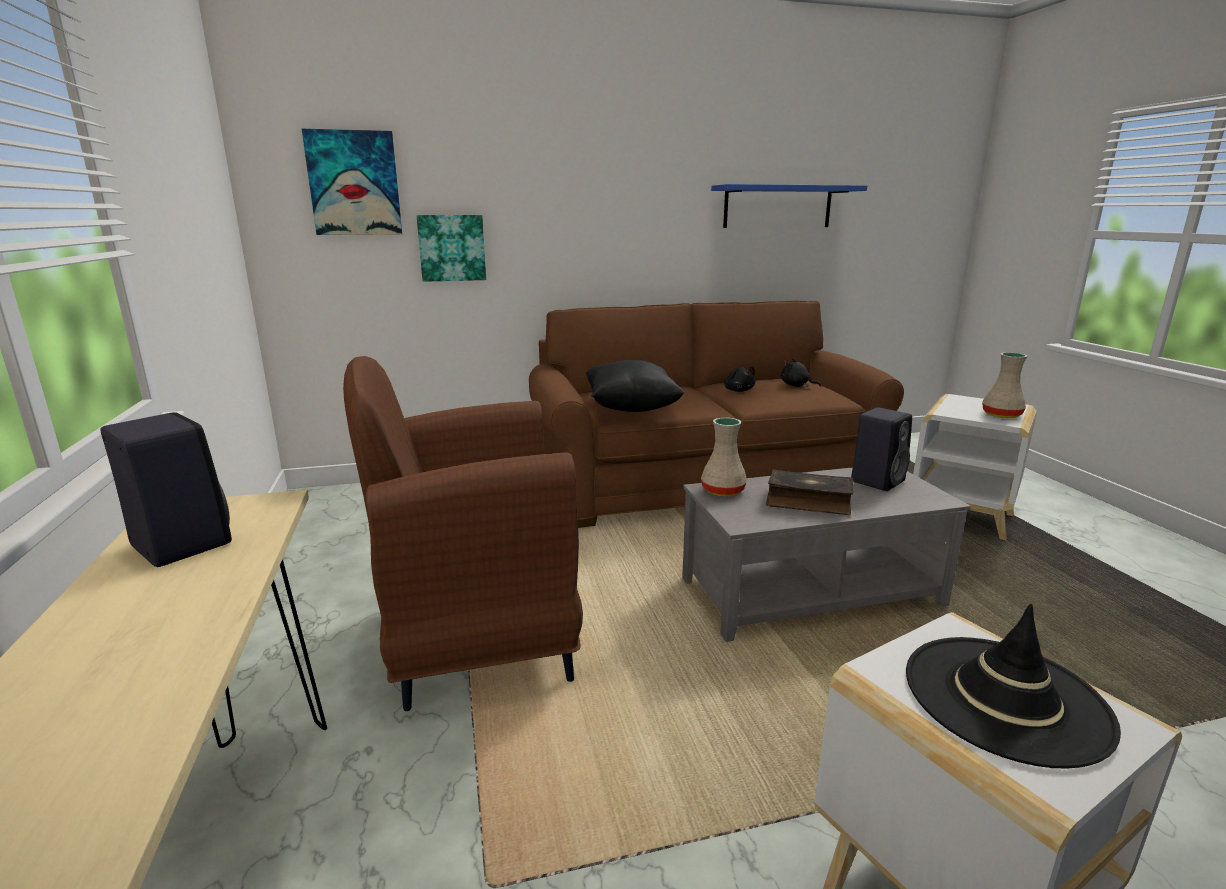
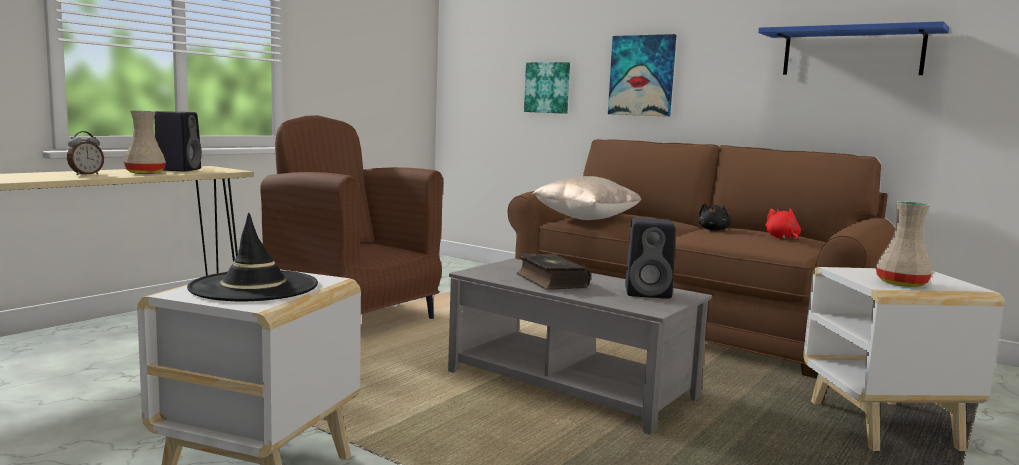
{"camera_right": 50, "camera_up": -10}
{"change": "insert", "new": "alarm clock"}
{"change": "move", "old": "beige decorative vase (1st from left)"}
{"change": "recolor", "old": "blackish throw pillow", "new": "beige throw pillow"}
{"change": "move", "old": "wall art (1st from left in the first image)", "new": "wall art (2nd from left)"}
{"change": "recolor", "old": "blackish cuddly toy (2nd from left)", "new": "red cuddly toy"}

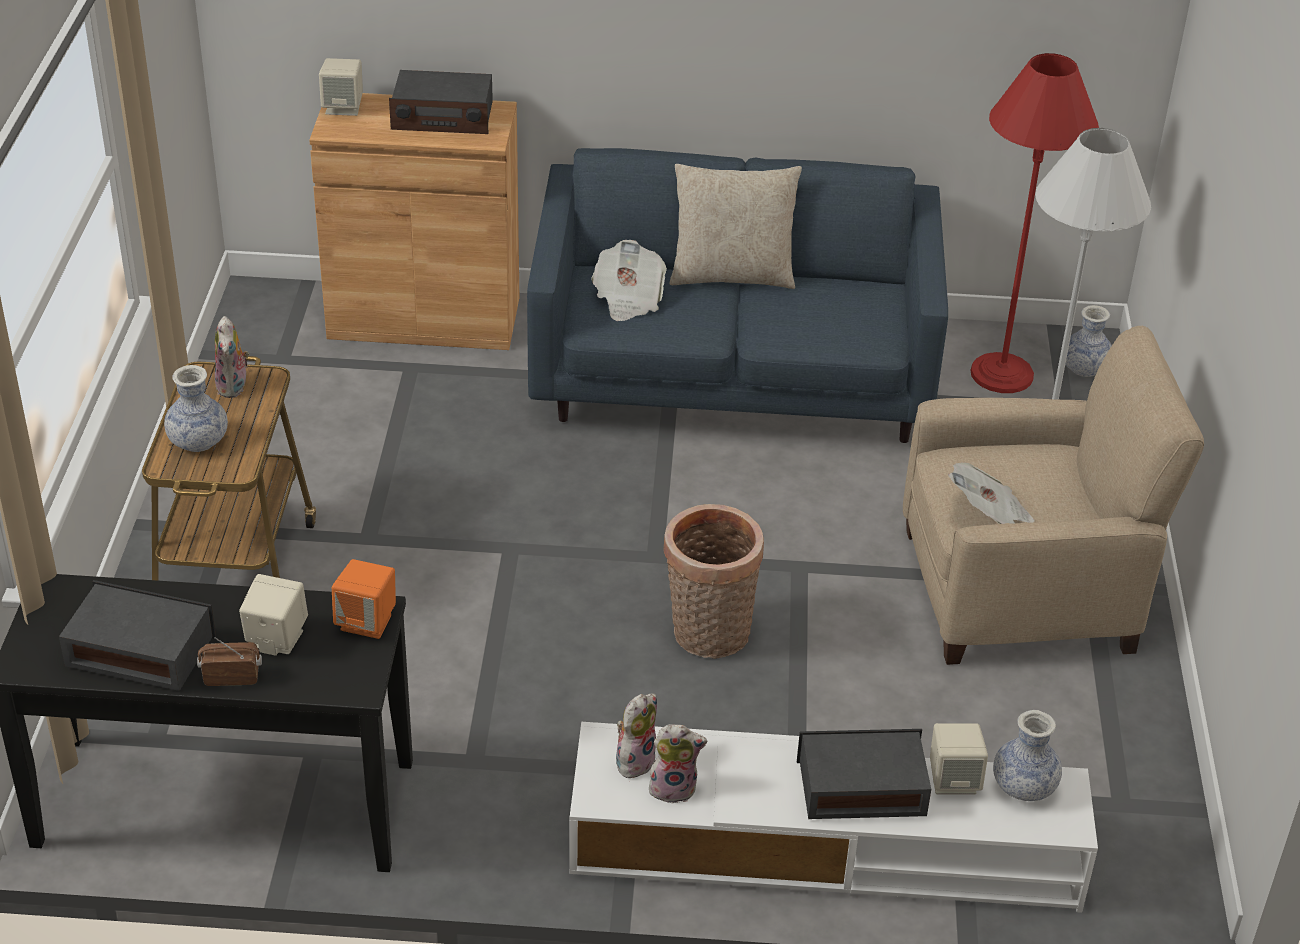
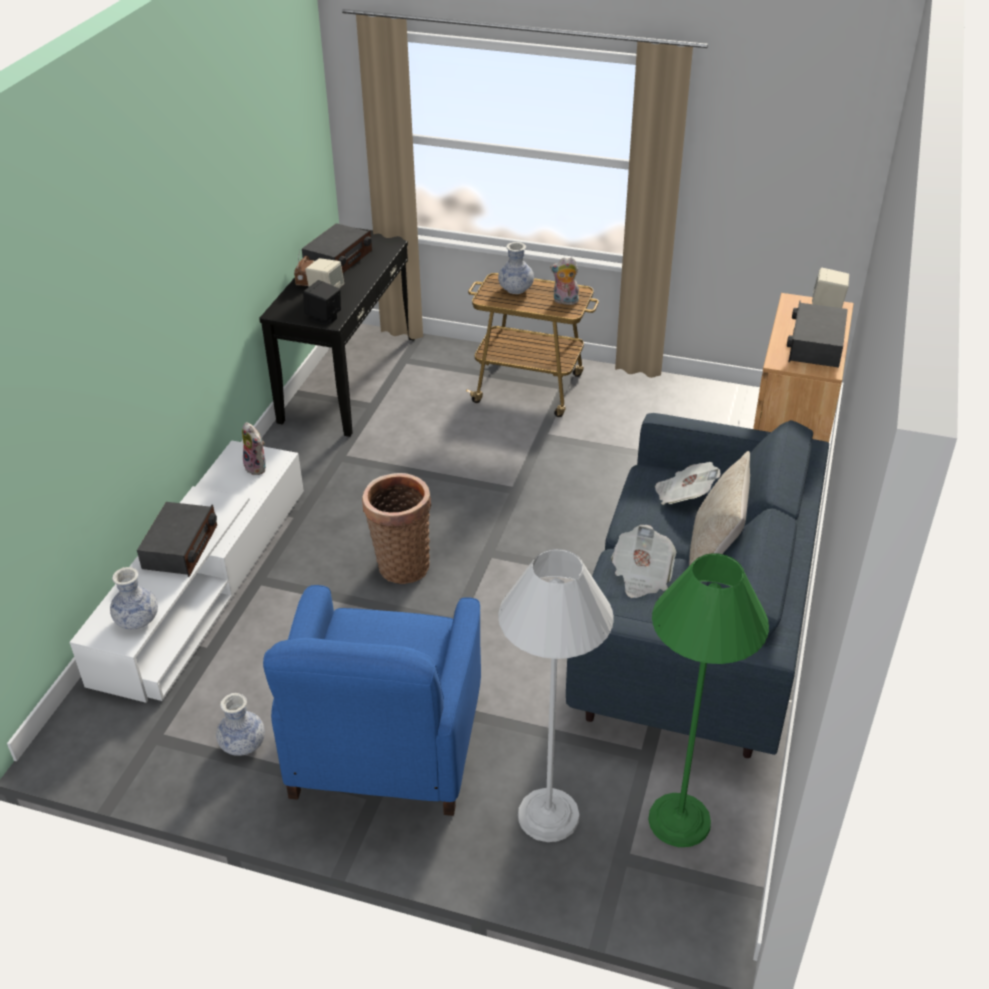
{"camera_right": 105, "camera_up": 0}
{"change": "move", "old": "decorative vase (3rd from left in the first image)", "new": "decorative vase (2nd from left)"}
{"change": "recolor", "old": "beige lounge chair", "new": "bluish lounge chair"}
{"change": "recolor", "old": "orange audio speaker", "new": "blackish audio speaker"}
{"change": "move", "old": "printed paper (2nd from left in the first image)", "new": "printed paper (1st from left)"}
{"change": "recolor", "old": "red standard lamp", "new": "green standard lamp"}
{"change": "delete", "old": "cuddly toy (3rd from left)"}
{"change": "delete", "old": "beige audio speaker (3rd from left)"}

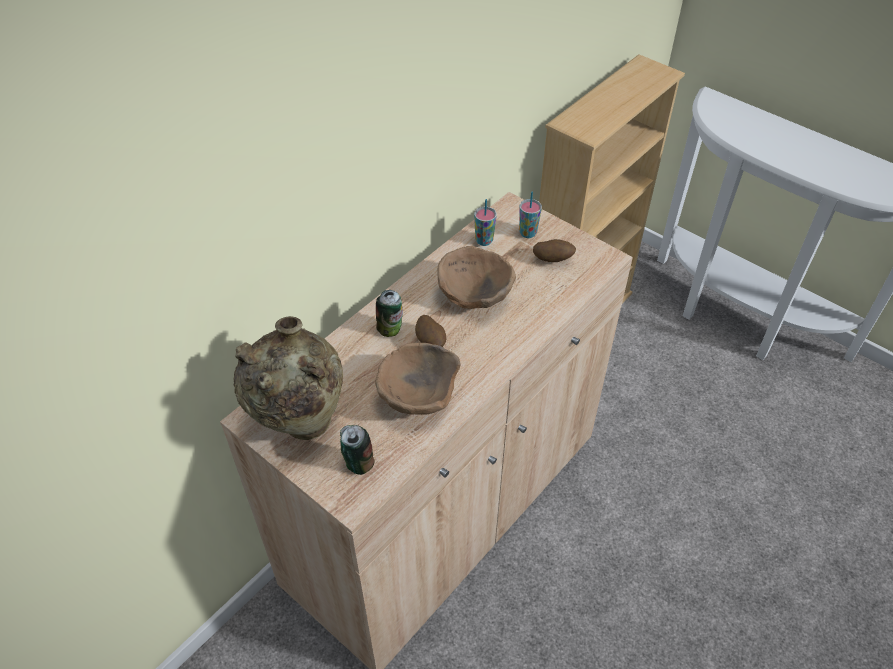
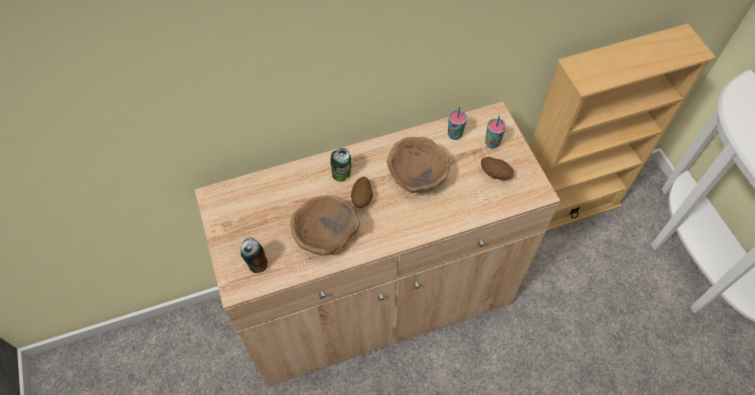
{"camera_right": 30, "camera_up": 10}
{"change": "delete", "old": "beige decorative vase"}

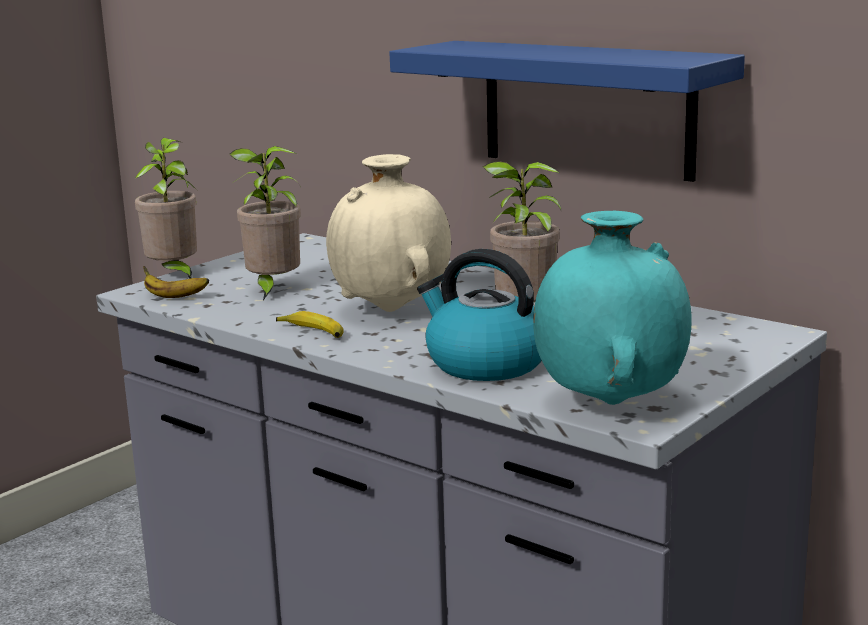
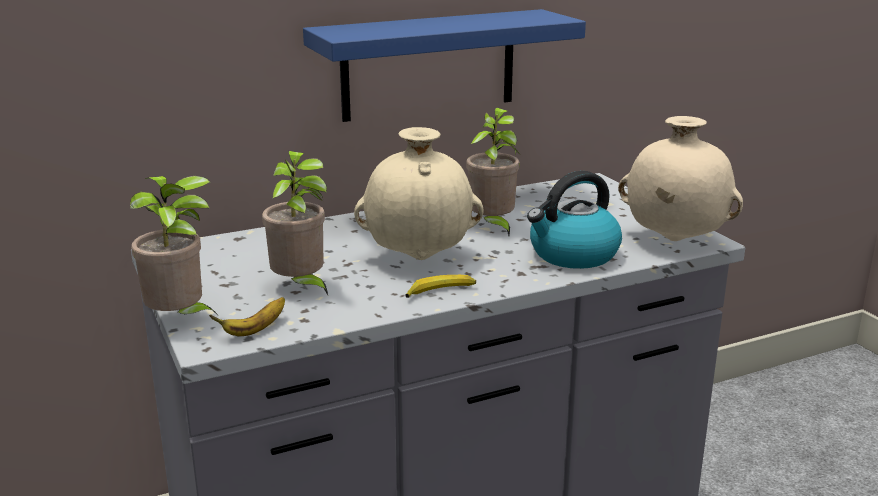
{"camera_right": -65, "camera_up": 5}
{"change": "recolor", "old": "turquoise-coloured decorative vase", "new": "beige decorative vase (2nd from left)"}

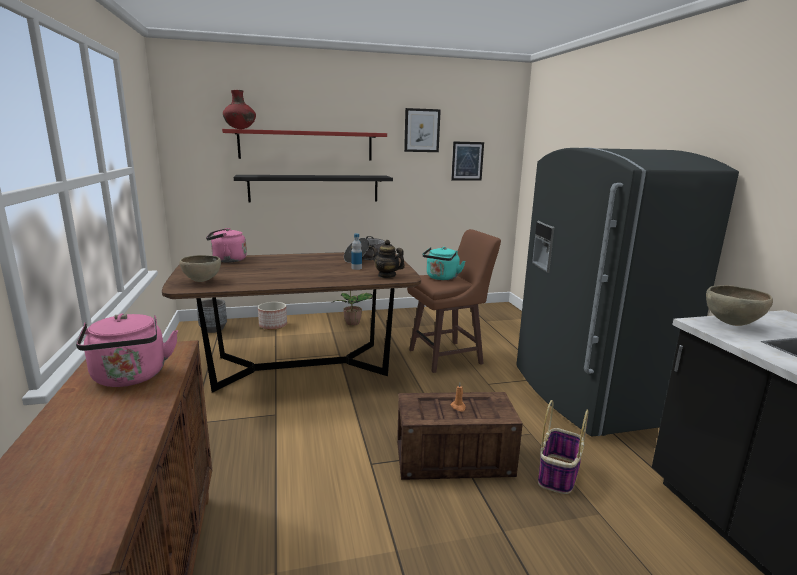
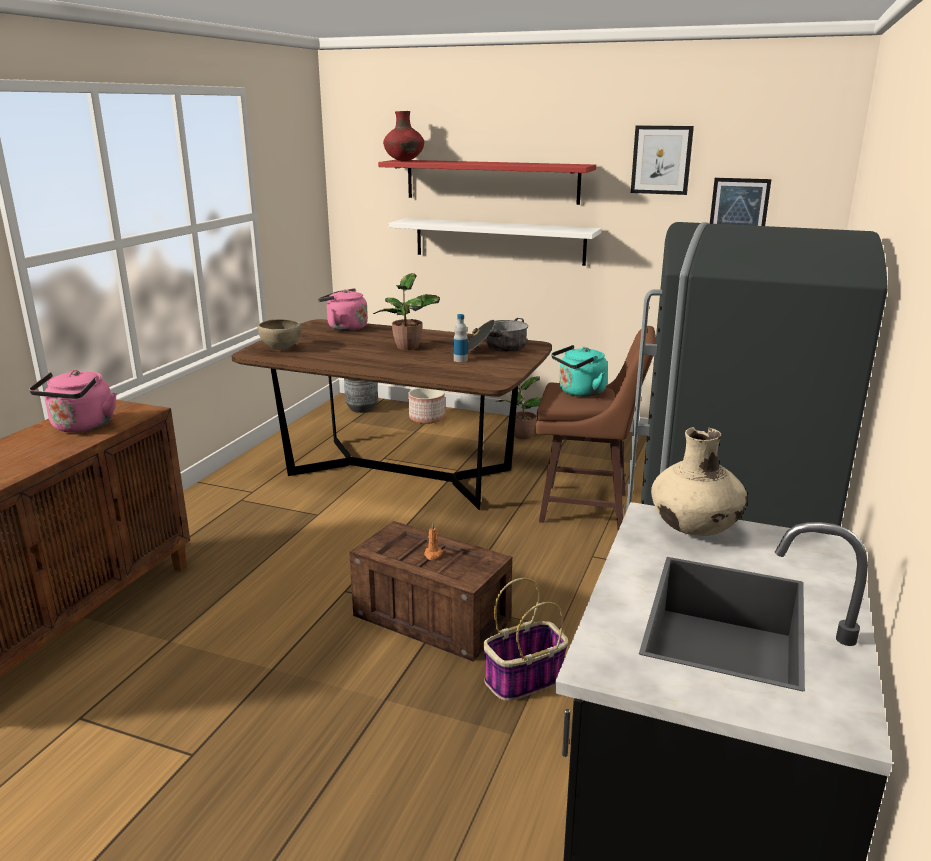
{"camera_right": 35, "camera_up": 5}
{"change": "insert", "new": "potted plant (1st from left)"}
{"change": "recolor", "old": "blackish shelf", "new": "whitish shelf"}
{"change": "replace", "old": "brownish serving bowl (2nd from left)", "new": "beige decorative vase"}
{"change": "delete", "old": "teapot"}

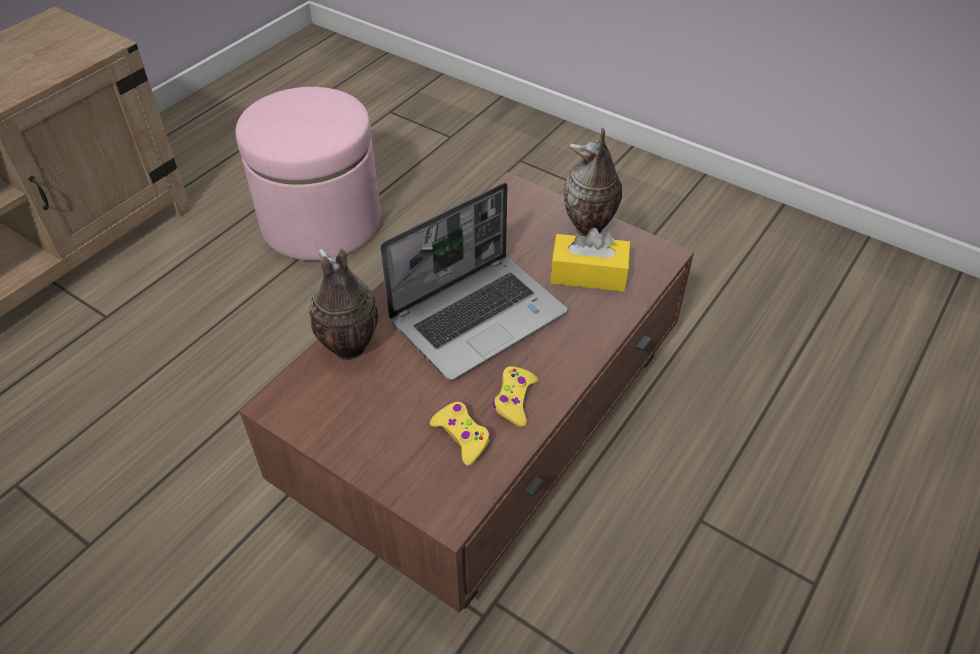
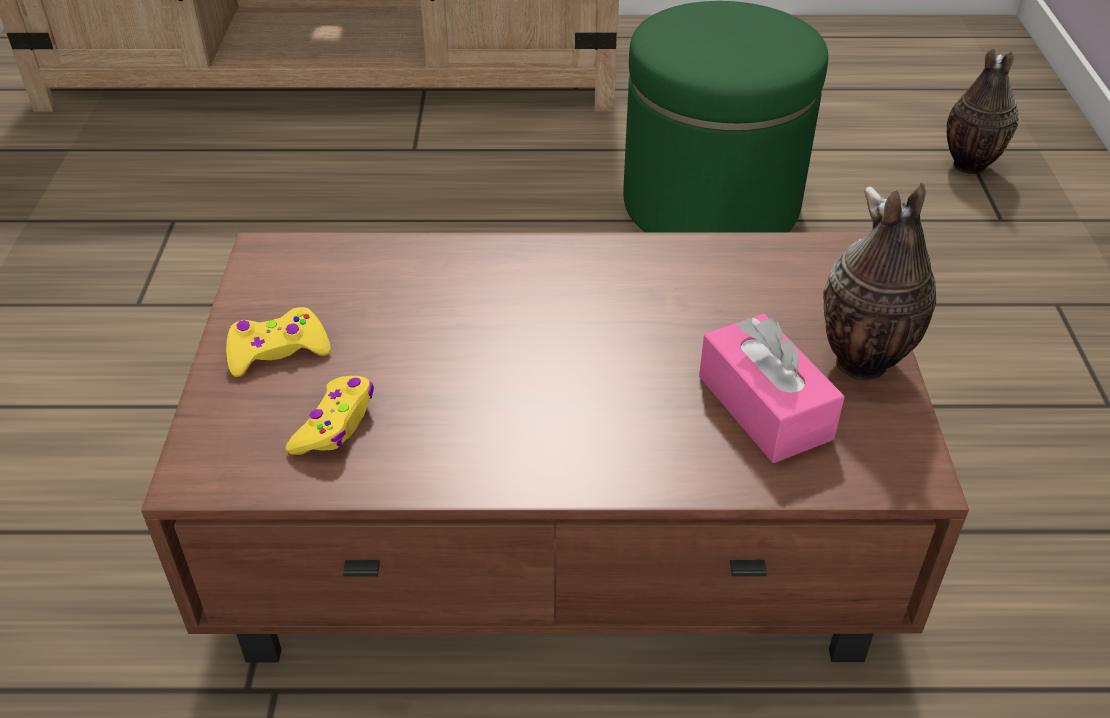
{"camera_right": 55, "camera_up": -5}
{"change": "move", "old": "yellowish game controller (2nd from left in the first image)", "new": "yellowish game controller (1st from left)"}
{"change": "recolor", "old": "pink-coloured pouffe", "new": "green pouffe"}
{"change": "recolor", "old": "yellowish tissue holder", "new": "pink-coloured tissue holder"}
{"change": "move", "old": "decorative vase (1st from left in the first image)", "new": "decorative vase (2nd from left)"}
{"change": "delete", "old": "laptop"}

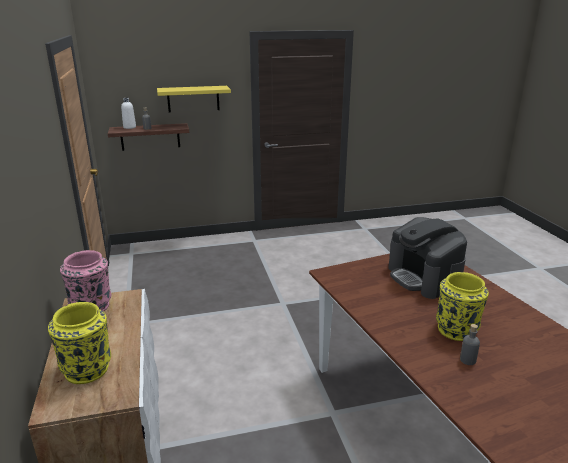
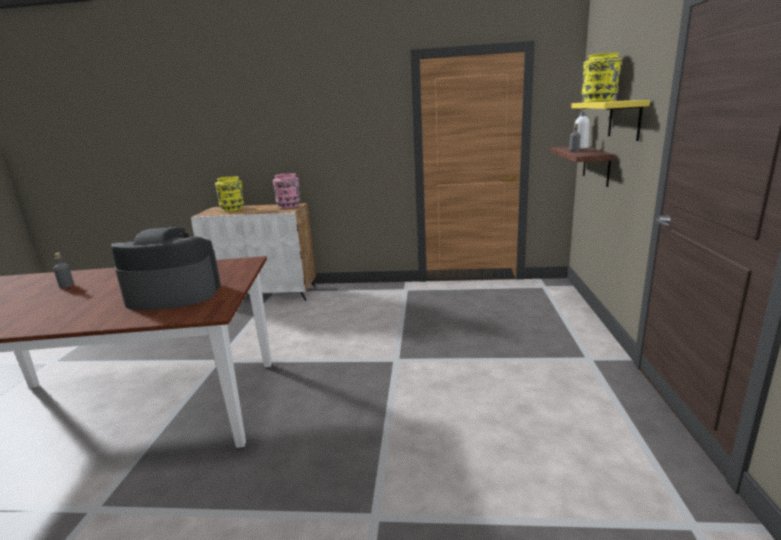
{"camera_right": 110, "camera_up": -5}
{"change": "move", "old": "yellowish decorative vase (2nd from left)"}

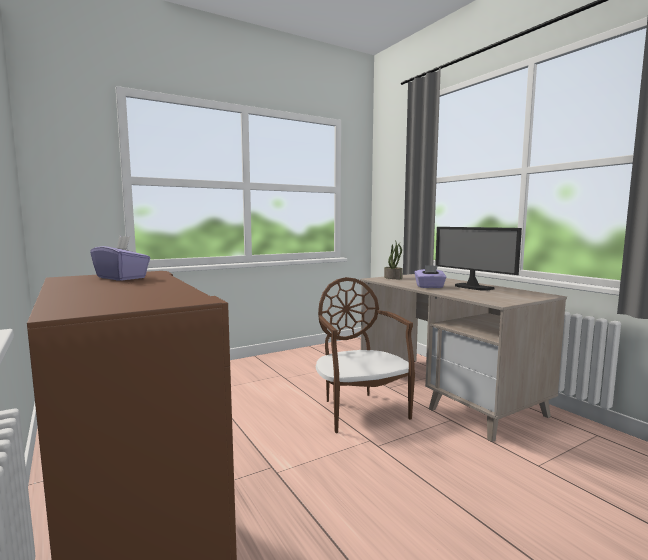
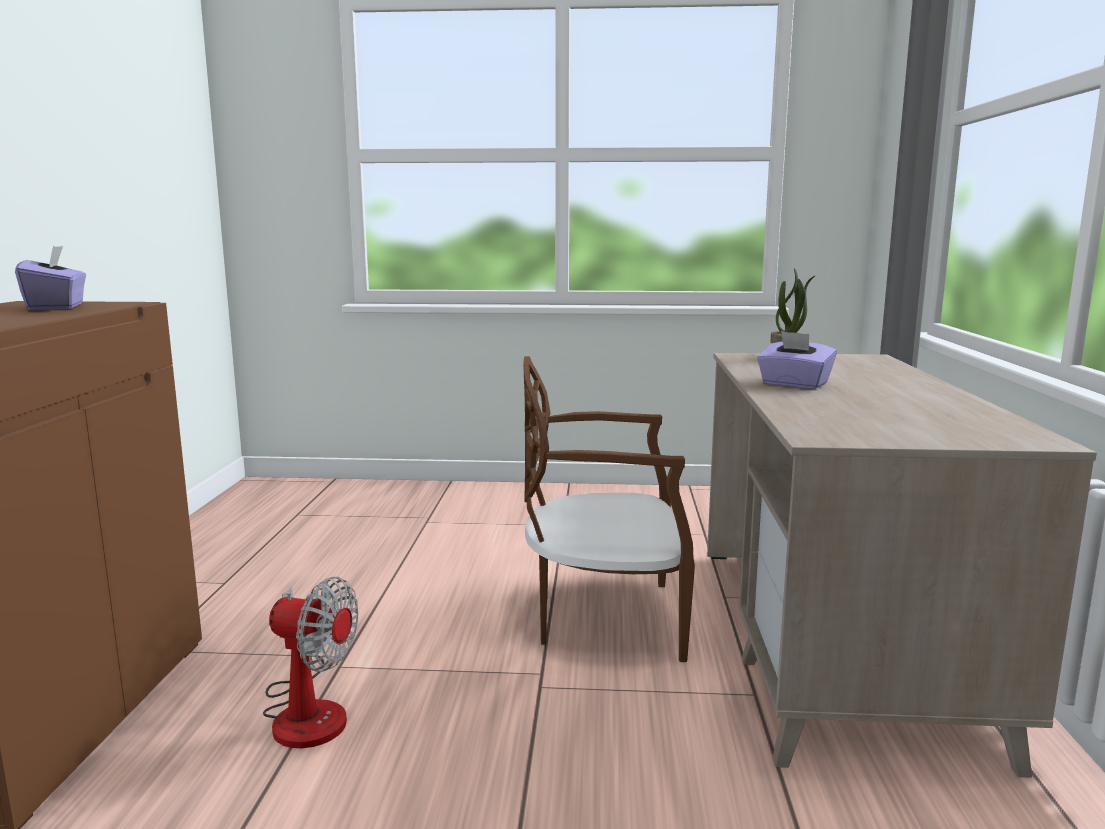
{"camera_right": 35, "camera_up": 5}
{"change": "insert", "new": "fan"}
{"change": "rotate", "old": "brownish upright chair", "degrees": -105}
{"change": "delete", "old": "computer screen"}

